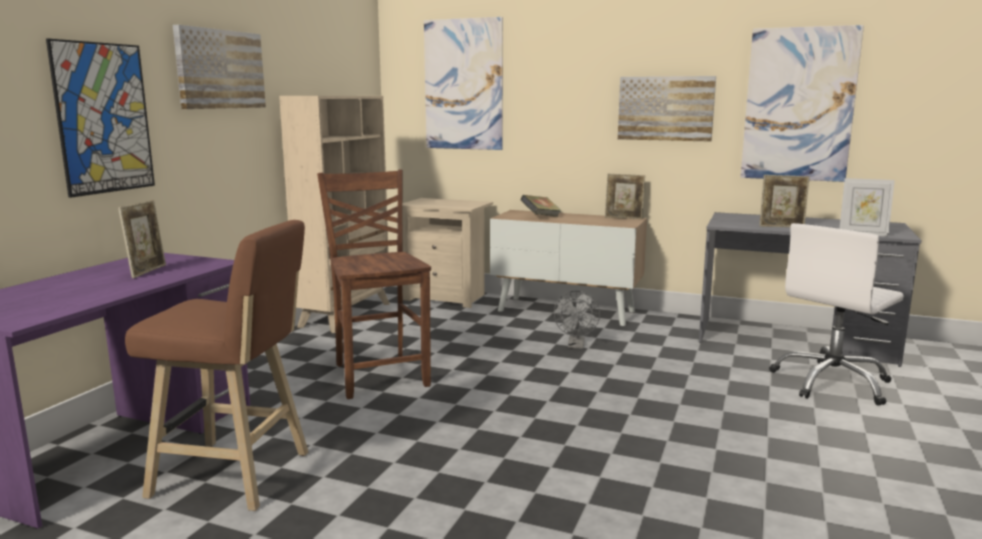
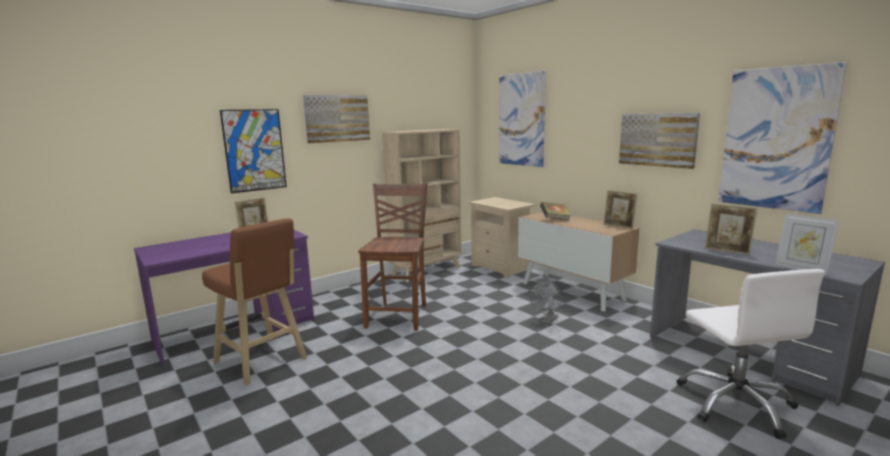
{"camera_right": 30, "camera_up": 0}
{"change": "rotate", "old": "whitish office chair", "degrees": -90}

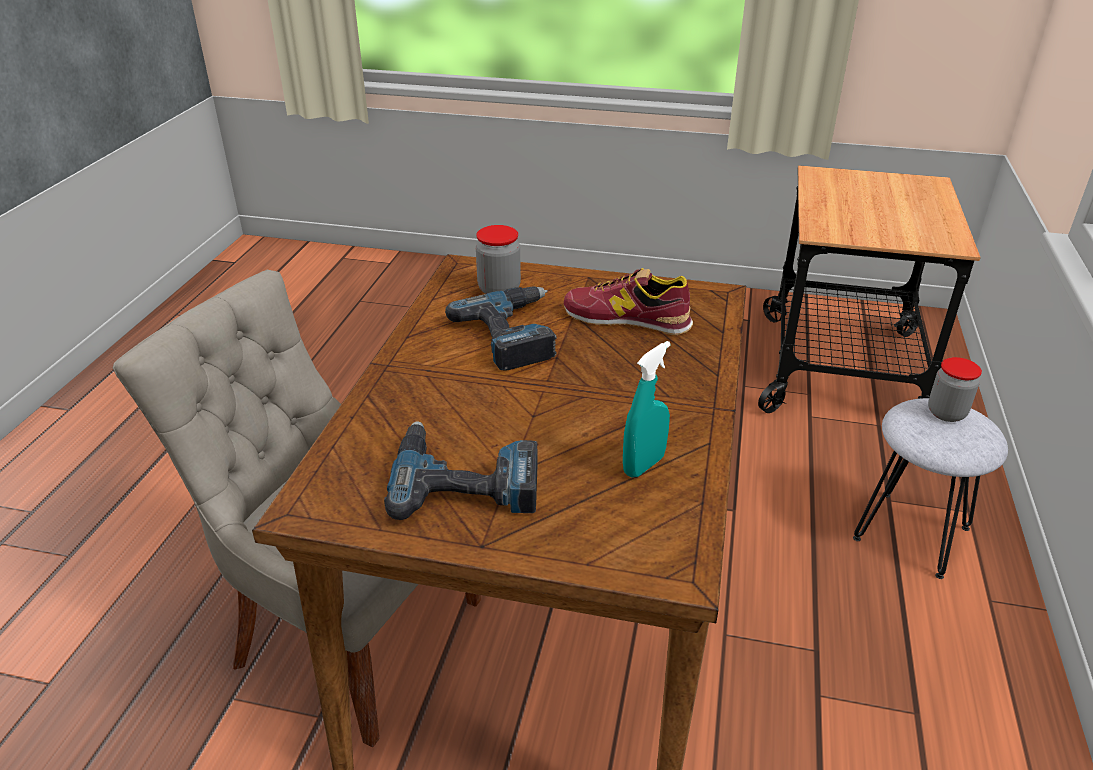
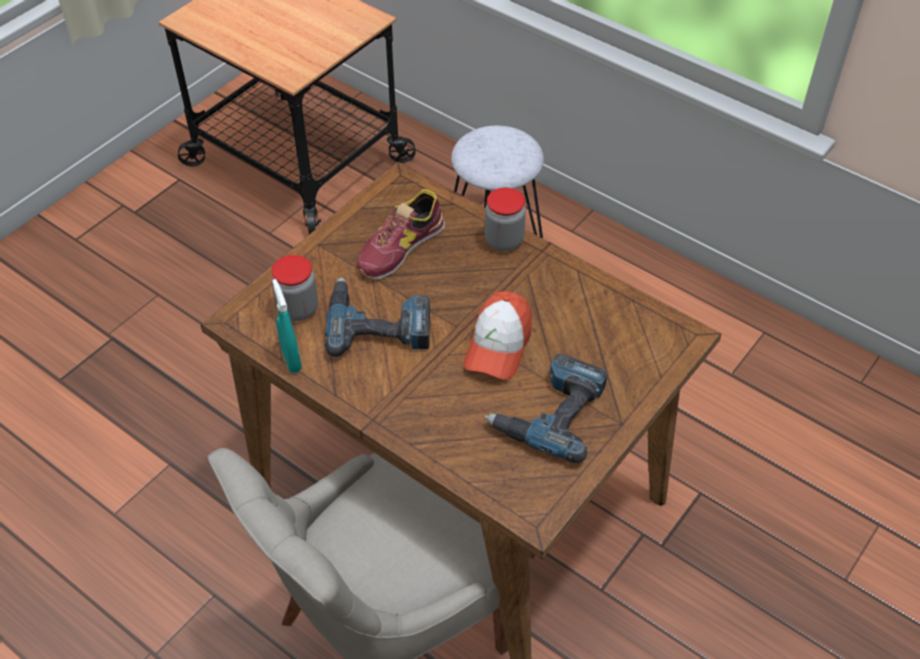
{"camera_right": -65, "camera_up": 15}
{"change": "move", "old": "turquoise-coloured sprayer"}
{"change": "insert", "new": "baseball cap"}
{"change": "move", "old": "storage jar (2nd from left)"}

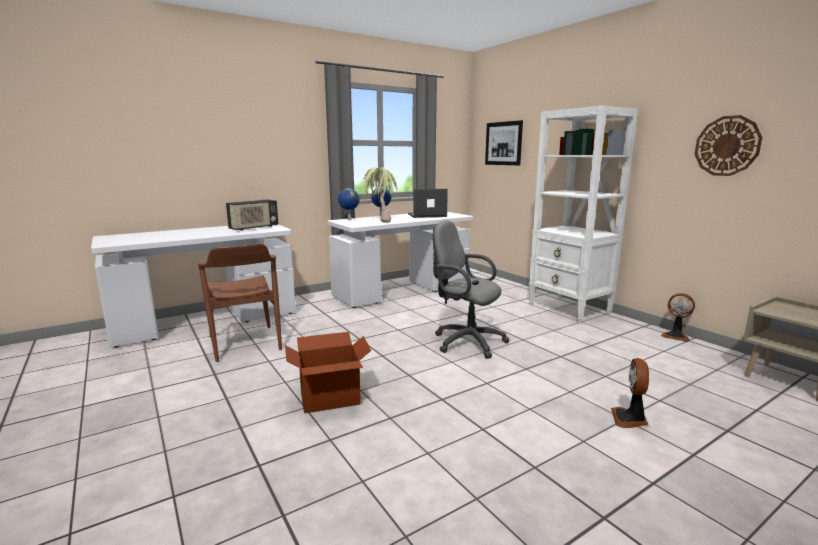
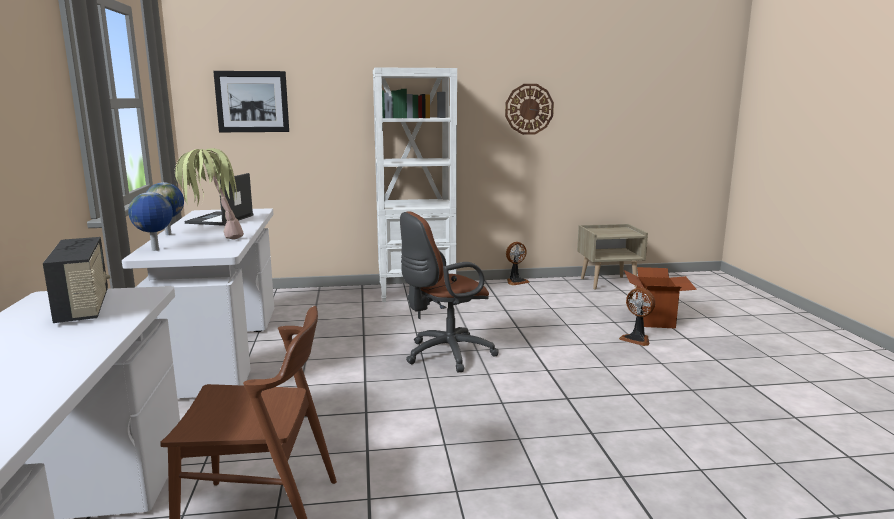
{"camera_right": -65, "camera_up": 0}
{"change": "recolor", "old": "grey office chair", "new": "brownish office chair"}
{"change": "move", "old": "cardboard box"}

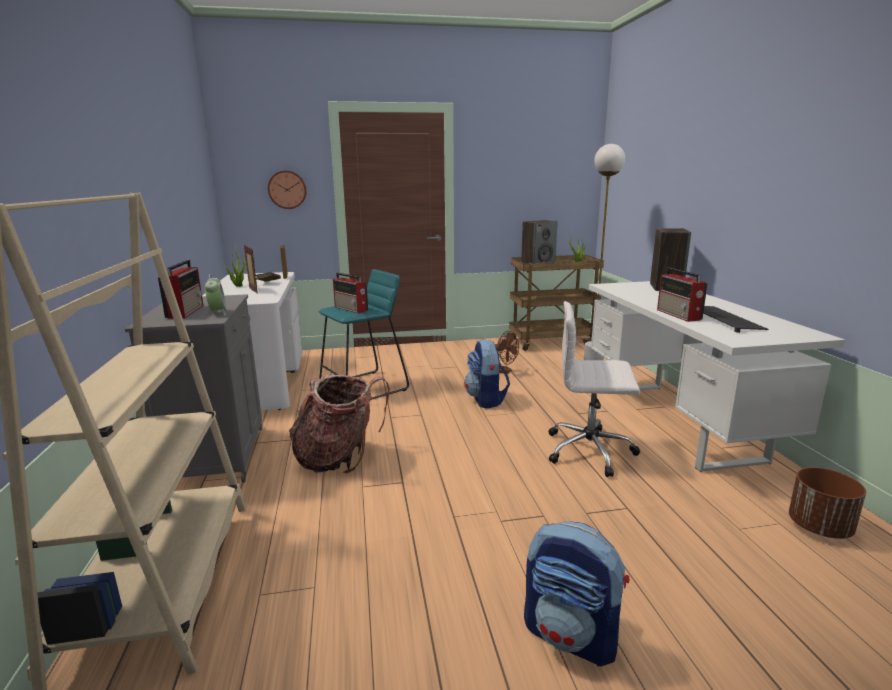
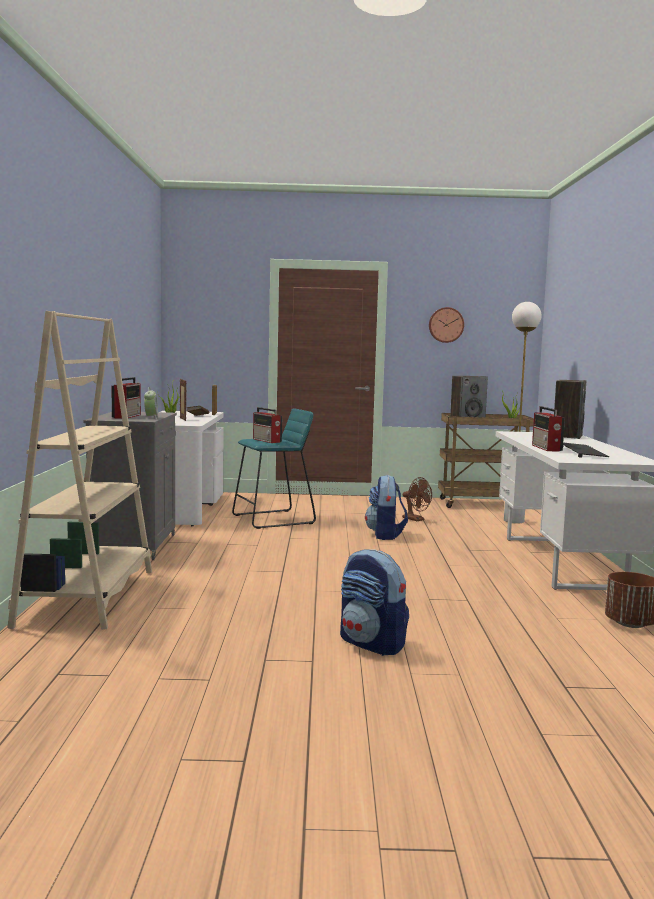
{"camera_right": 10, "camera_up": -10}
{"change": "move", "old": "clock on the wall"}
{"change": "delete", "old": "backpack (1st from left)"}
{"change": "delete", "old": "whitish office chair"}

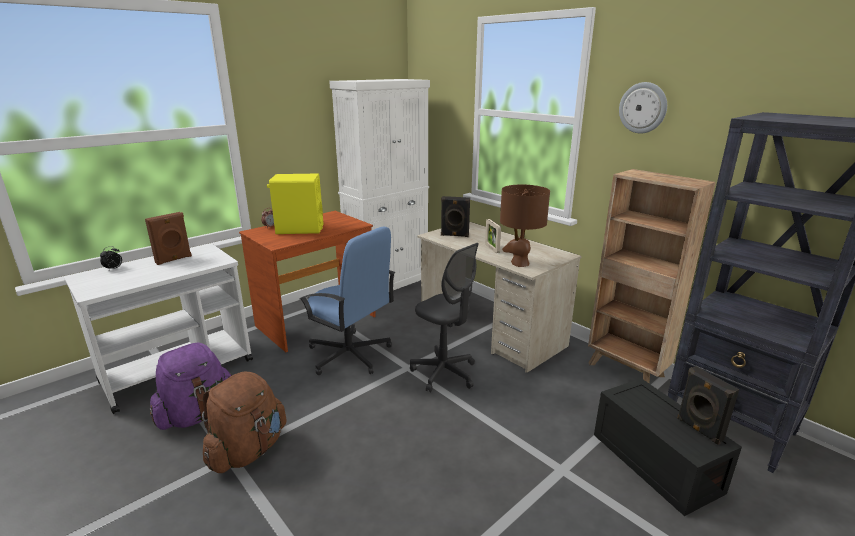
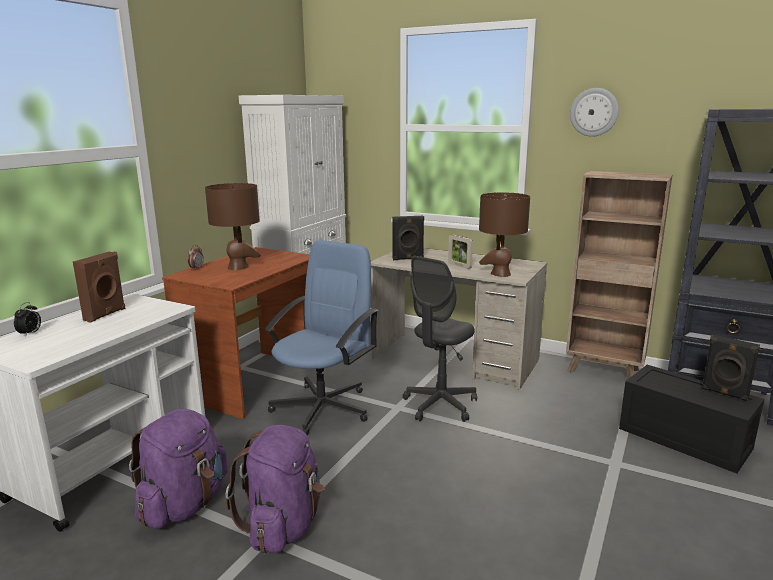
{"camera_right": -20, "camera_up": -5}
{"change": "replace", "old": "yellowish audio speaker", "new": "brownish lamp for a table (1st from left)"}
{"change": "recolor", "old": "brownish backpack", "new": "purple backpack (2nd from left)"}
{"change": "rotate", "old": "bluish office chair", "degrees": -75}
{"change": "rotate", "old": "grey office chair", "degrees": 105}

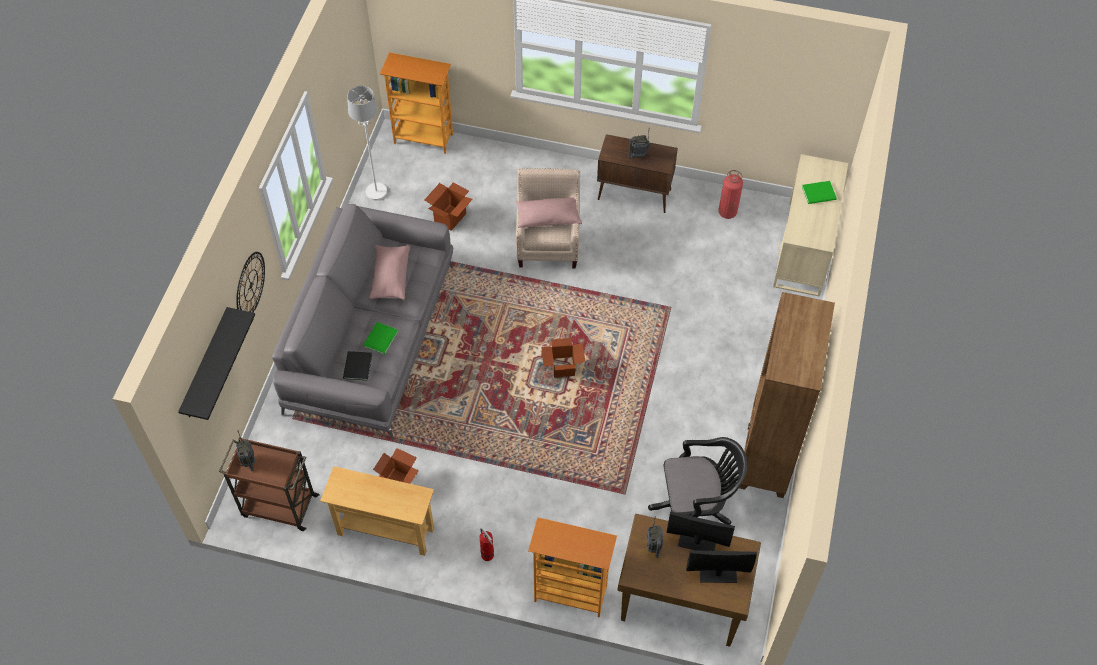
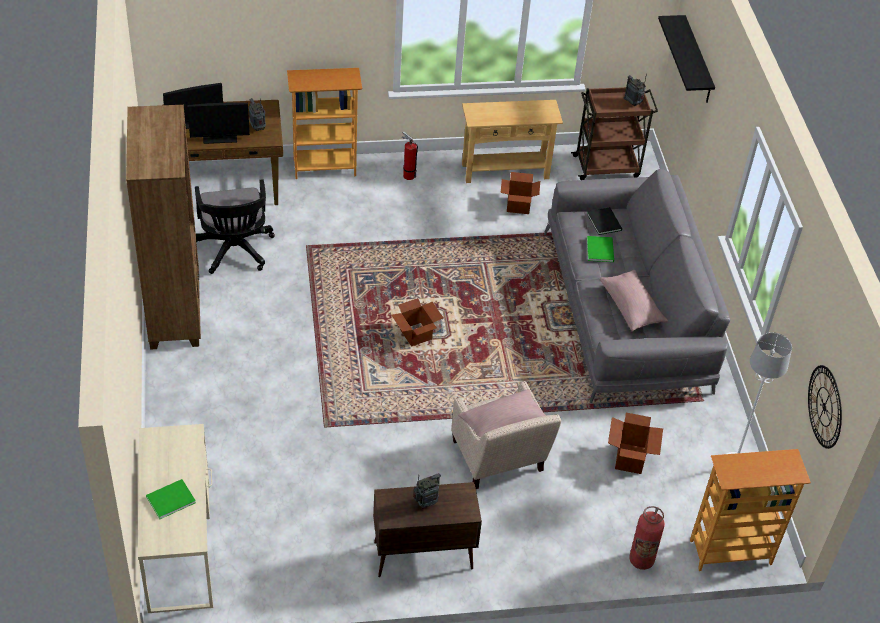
{"camera_right": 155, "camera_up": -10}
{"change": "rotate", "old": "blackish office chair", "degrees": -75}
{"change": "move", "old": "fire extinguisher (2nd from left)"}
{"change": "move", "old": "clock on the wall"}

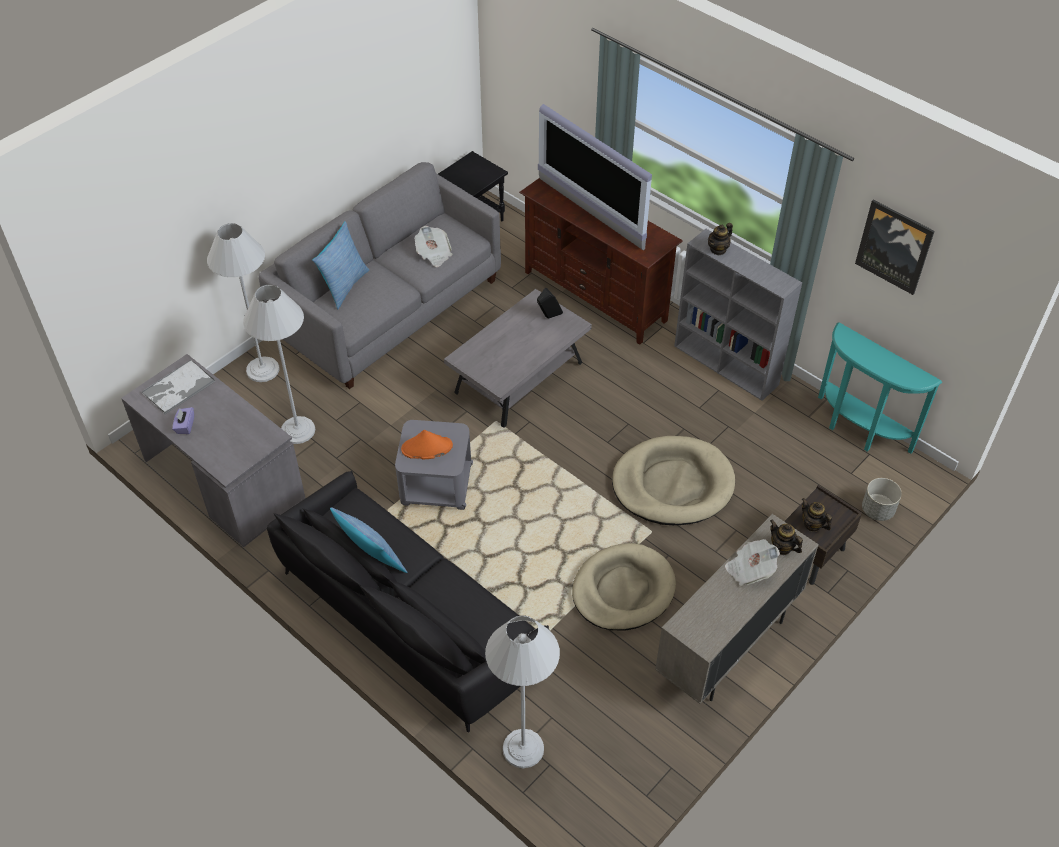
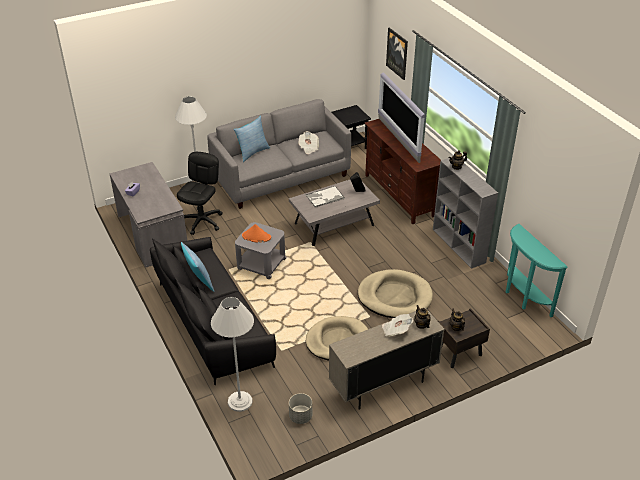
{"camera_right": 20, "camera_up": -10}
{"change": "replace", "old": "whitish standard lamp (2nd from left)", "new": "blackish office chair"}
{"change": "move", "old": "grey plant pot"}
{"change": "move", "old": "carrying tray"}
{"change": "move", "old": "wall art"}

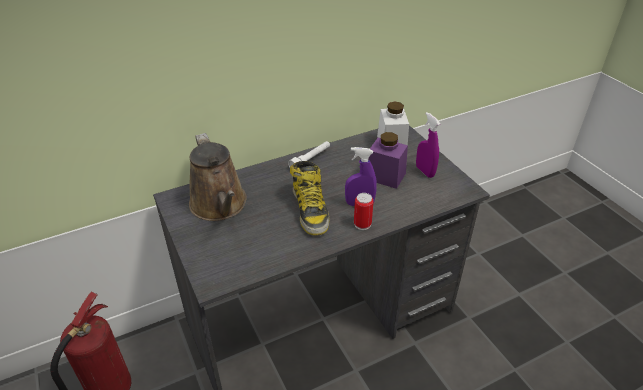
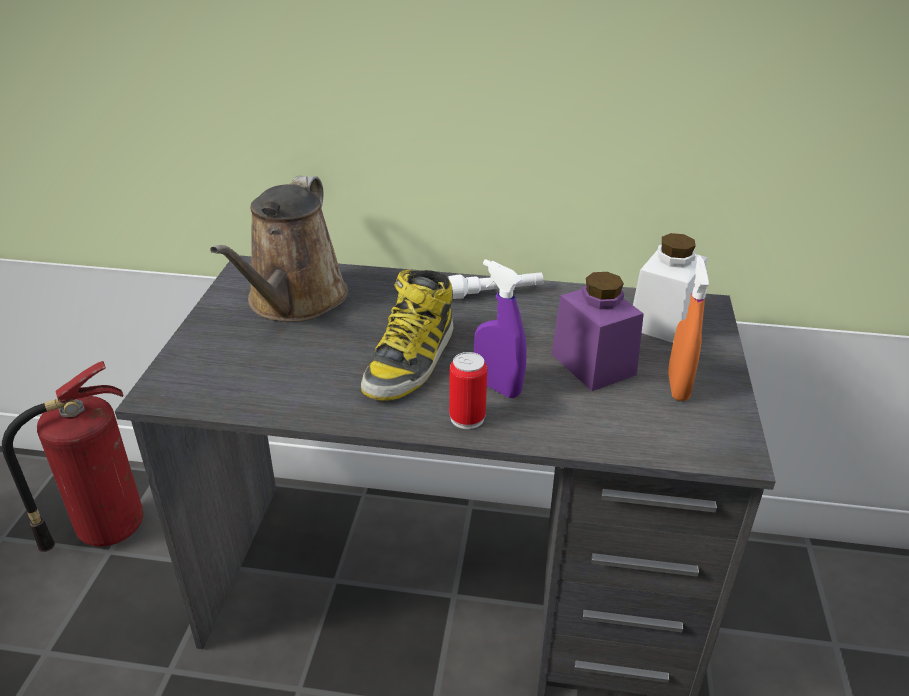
{"camera_right": 35, "camera_up": -5}
{"change": "recolor", "old": "purple sprayer (2nd from left)", "new": "orange sprayer"}

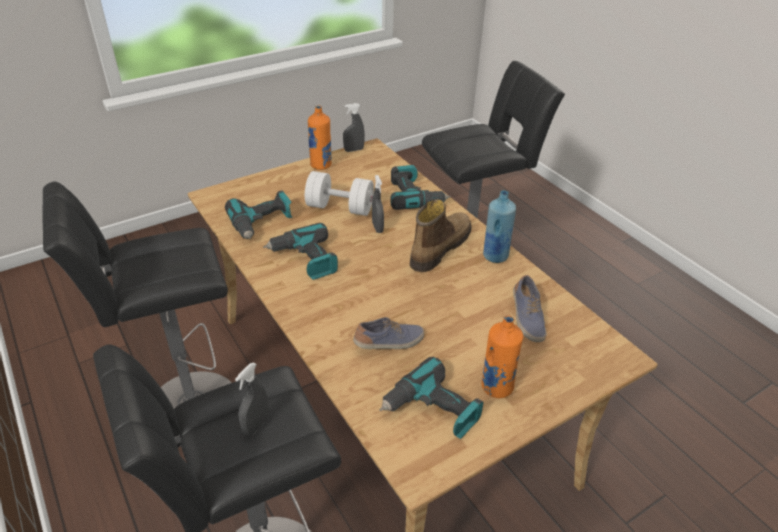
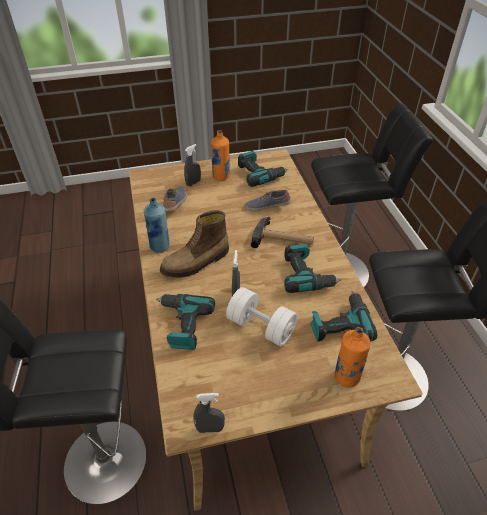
{"camera_right": -160, "camera_up": 5}
{"change": "move", "old": "grey sprayer (1st from left)"}
{"change": "insert", "new": "tool hammer"}
{"change": "move", "old": "orange beverage bottle (1st from left in the first image)", "new": "orange beverage bottle (2nd from left)"}

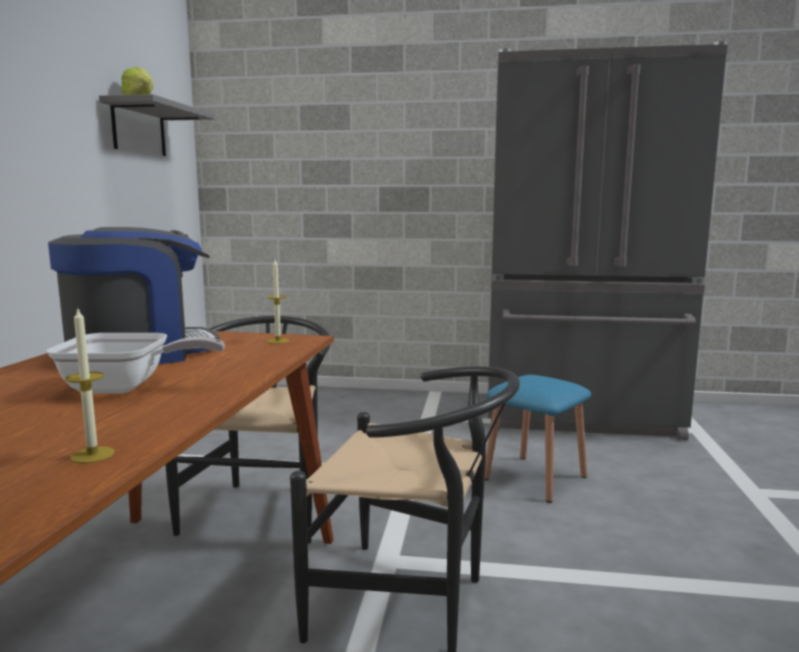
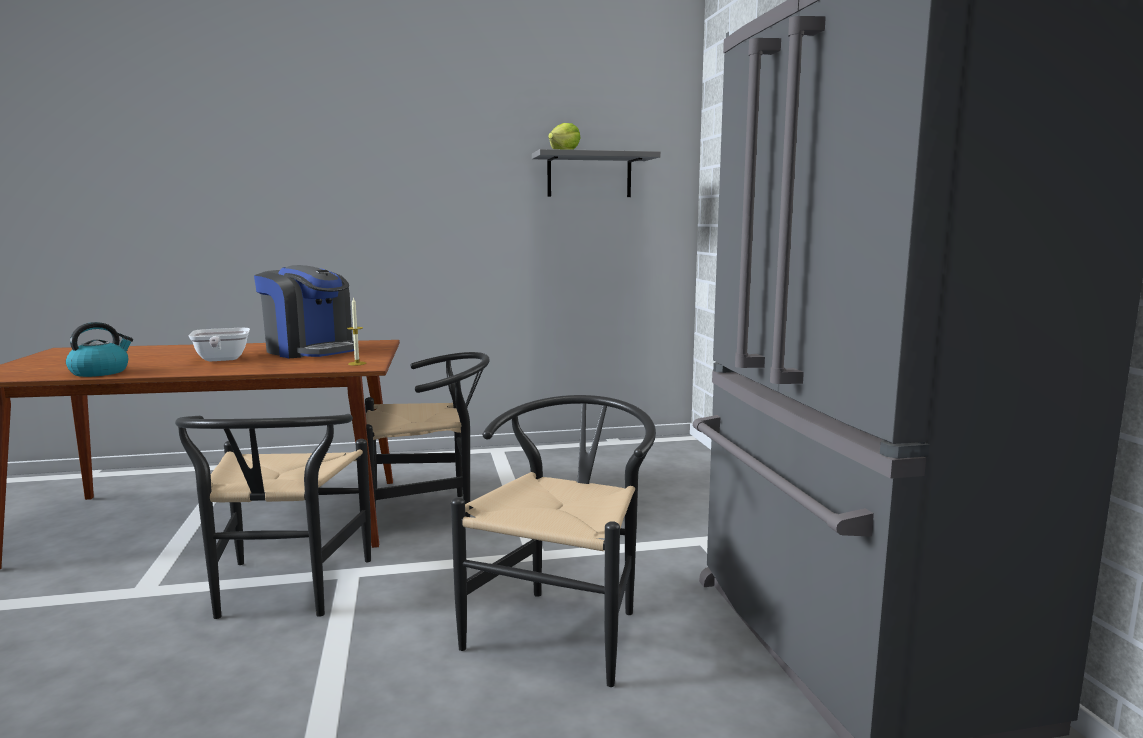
{"camera_right": 70, "camera_up": 0}
{"change": "replace", "old": "wax light (1st from left)", "new": "kettle"}
{"change": "replace", "old": "bluish sitting stool", "new": "blackish upright chair (3rd from left)"}

